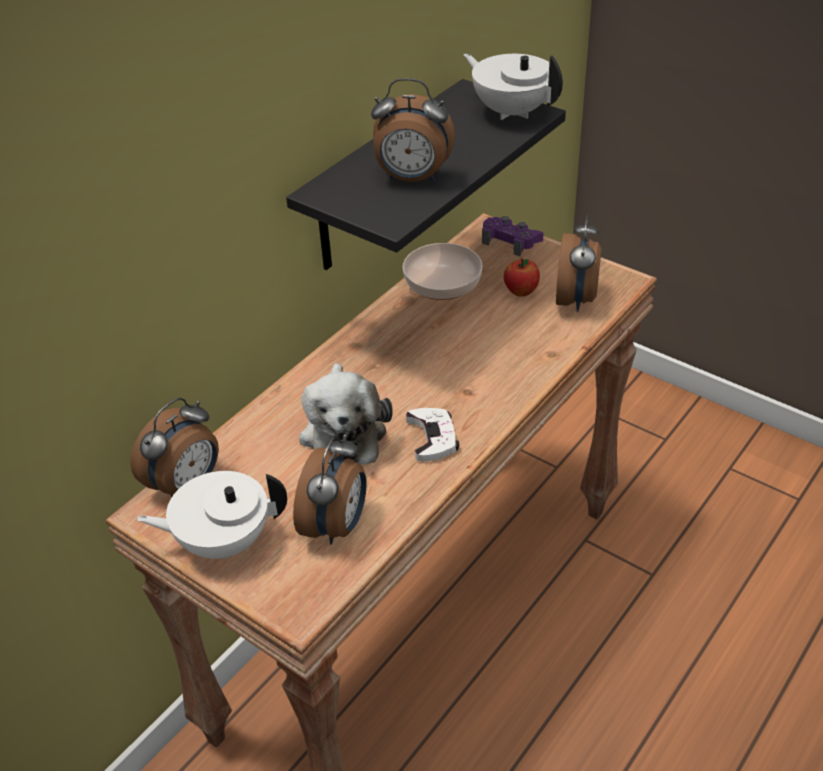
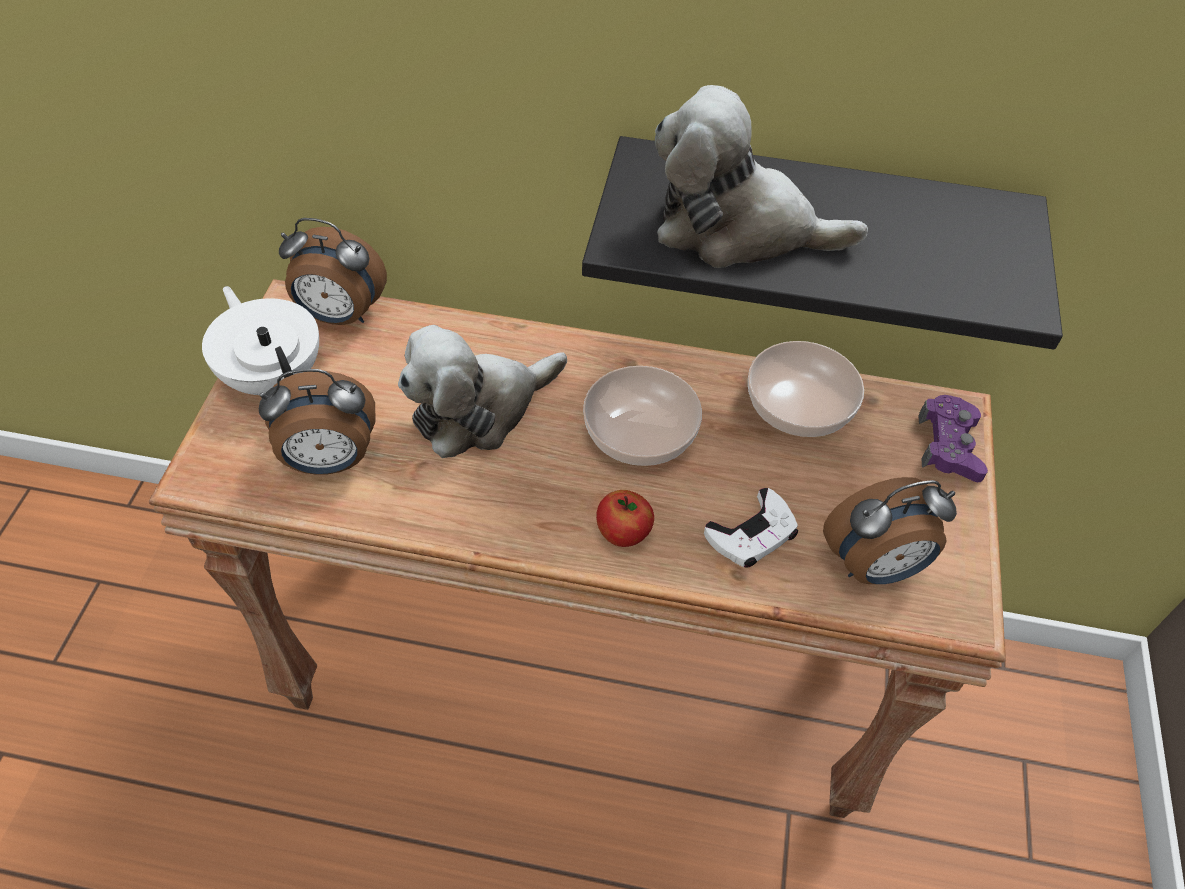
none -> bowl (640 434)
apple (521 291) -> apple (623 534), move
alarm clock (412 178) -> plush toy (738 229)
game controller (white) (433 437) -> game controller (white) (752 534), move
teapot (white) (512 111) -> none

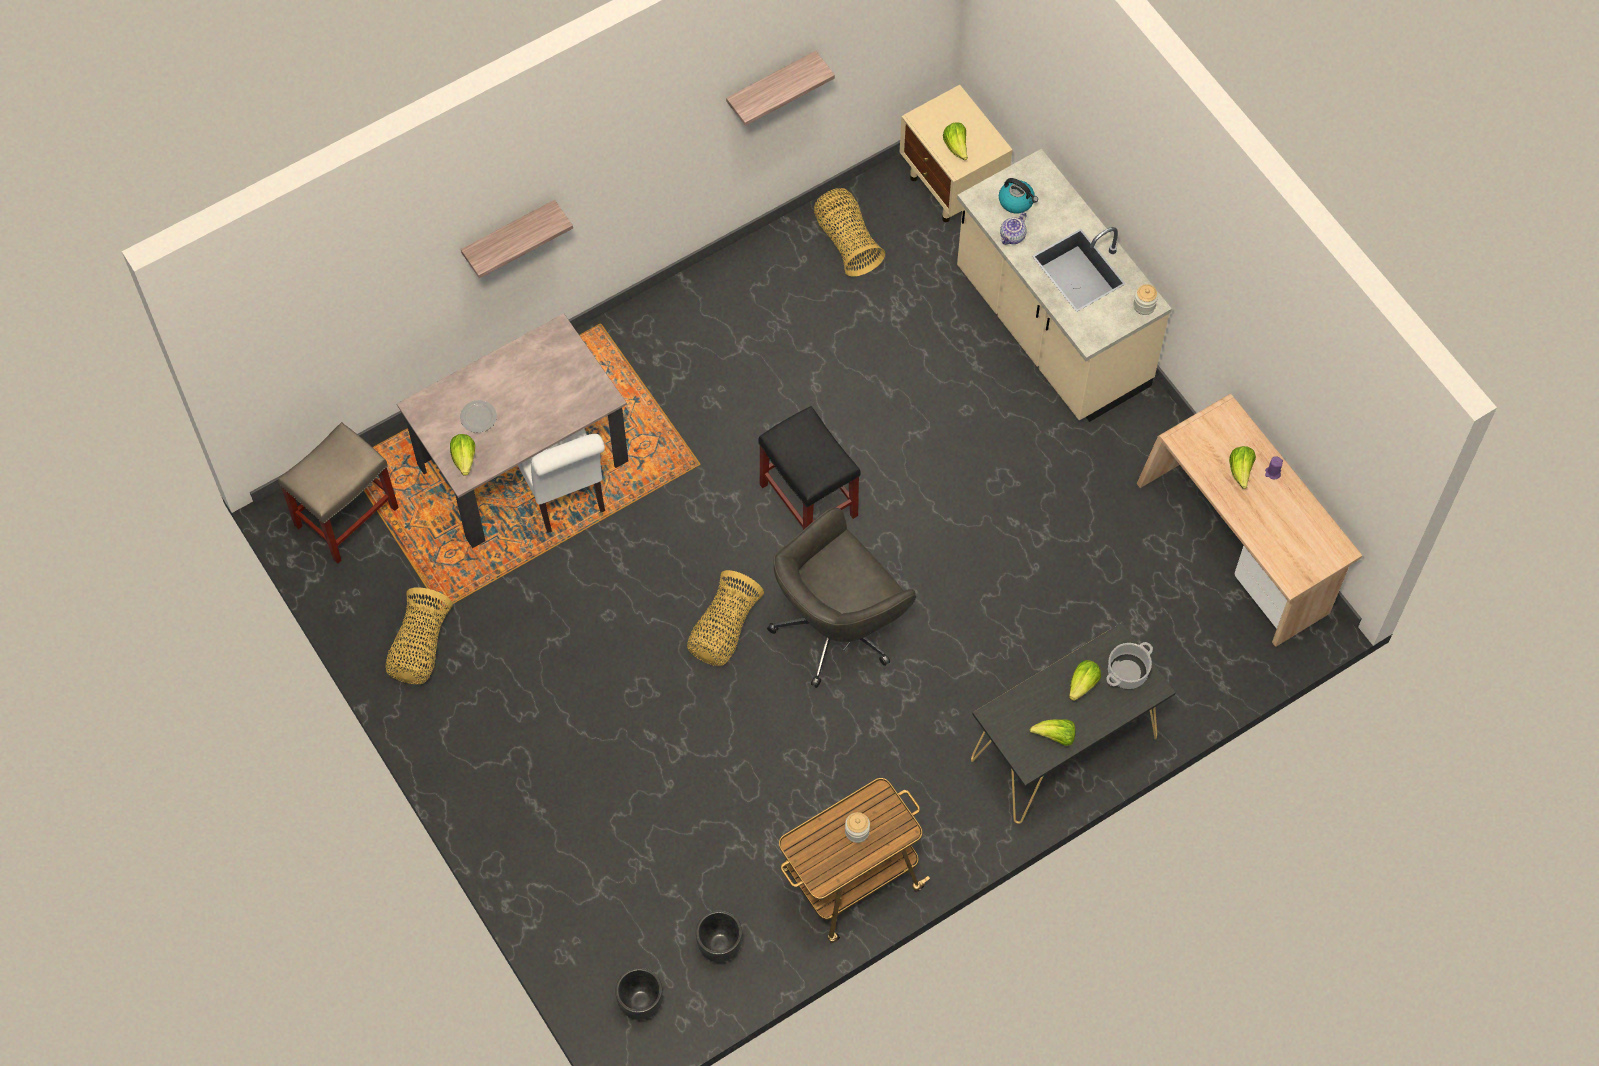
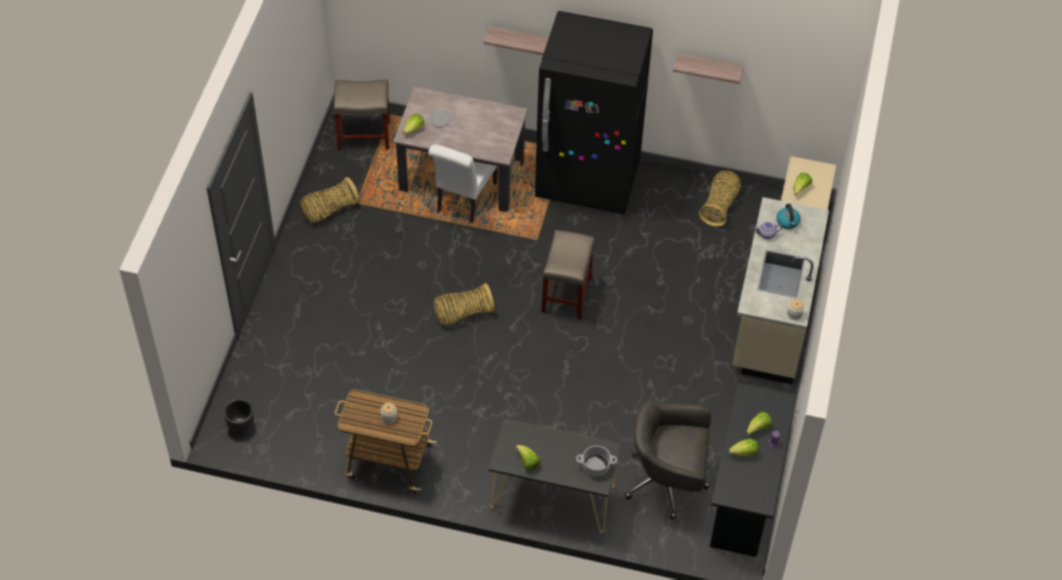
none -> fridge (black) (588 180)
stool (black) (809 501) -> stool (beige) (566 295)
office chair (grey) (837 627) -> office chair (grey) (668 482), move
desk (beige) (1236 547) -> desk (black) (745 488)
lettuce (1083 684) -> lettuce (744 453), move
planter (black) (719 946) -> none

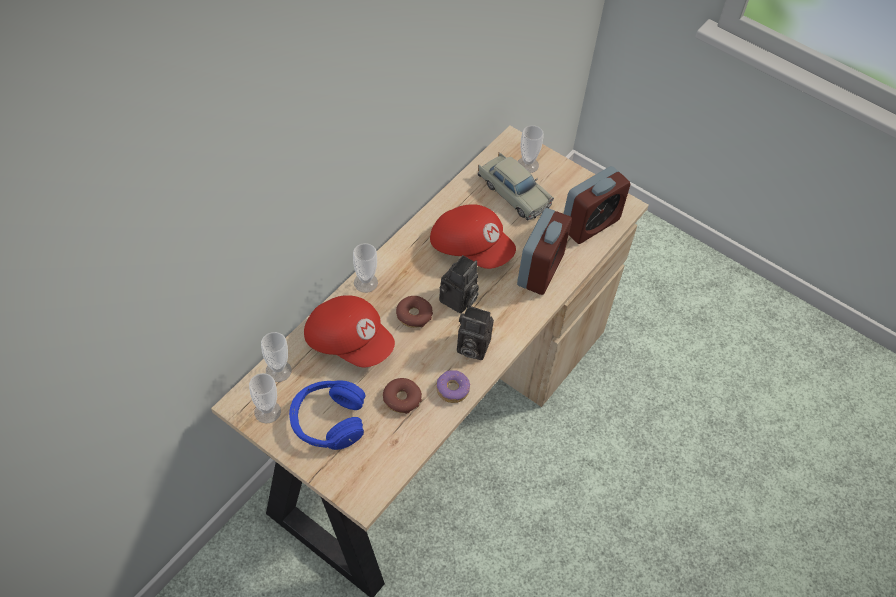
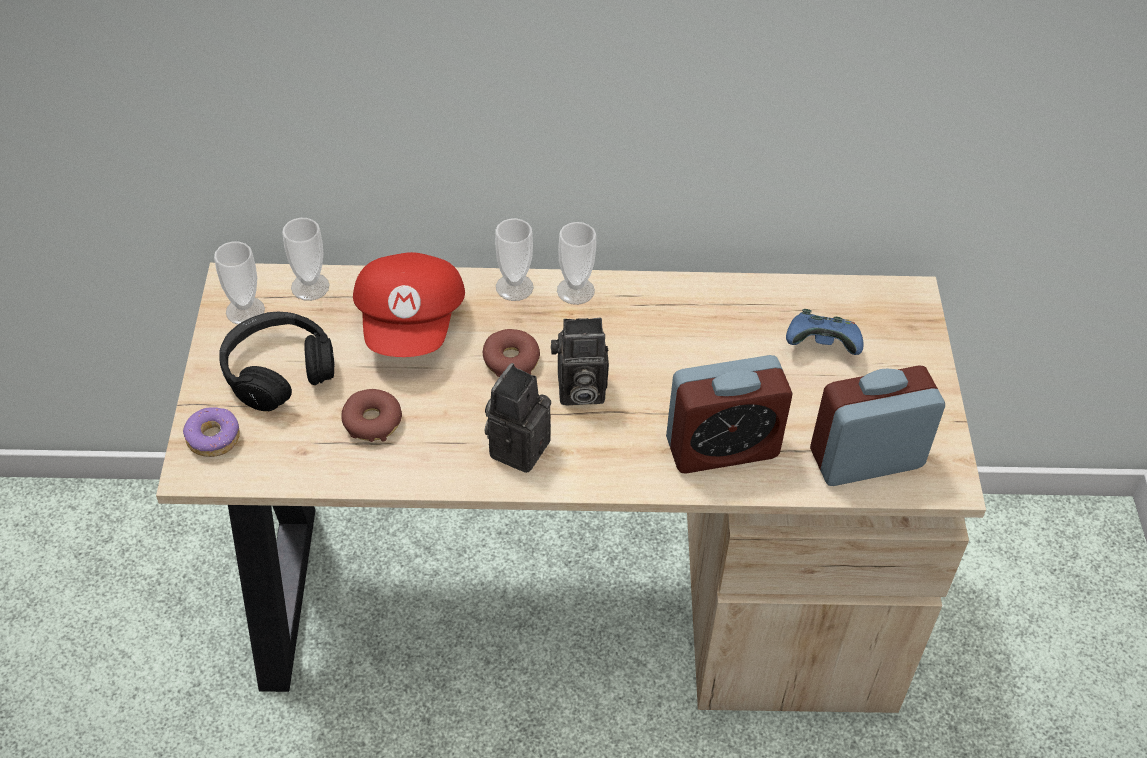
donut (452 389) -> donut (214 438), move
headphones (blue) (328 421) -> headphones (black) (278 371)
photo camera (471 347) -> photo camera (517 445), 45 degrees clockwise
cup (527 165) -> cup (575 291), move
toy car (beige) (513 193) -> game controller (blue) (822 346)
alarm clock (590 224) -> alarm clock (866 459), 150 degrees clockwise
cap (red) (471 247) -> none

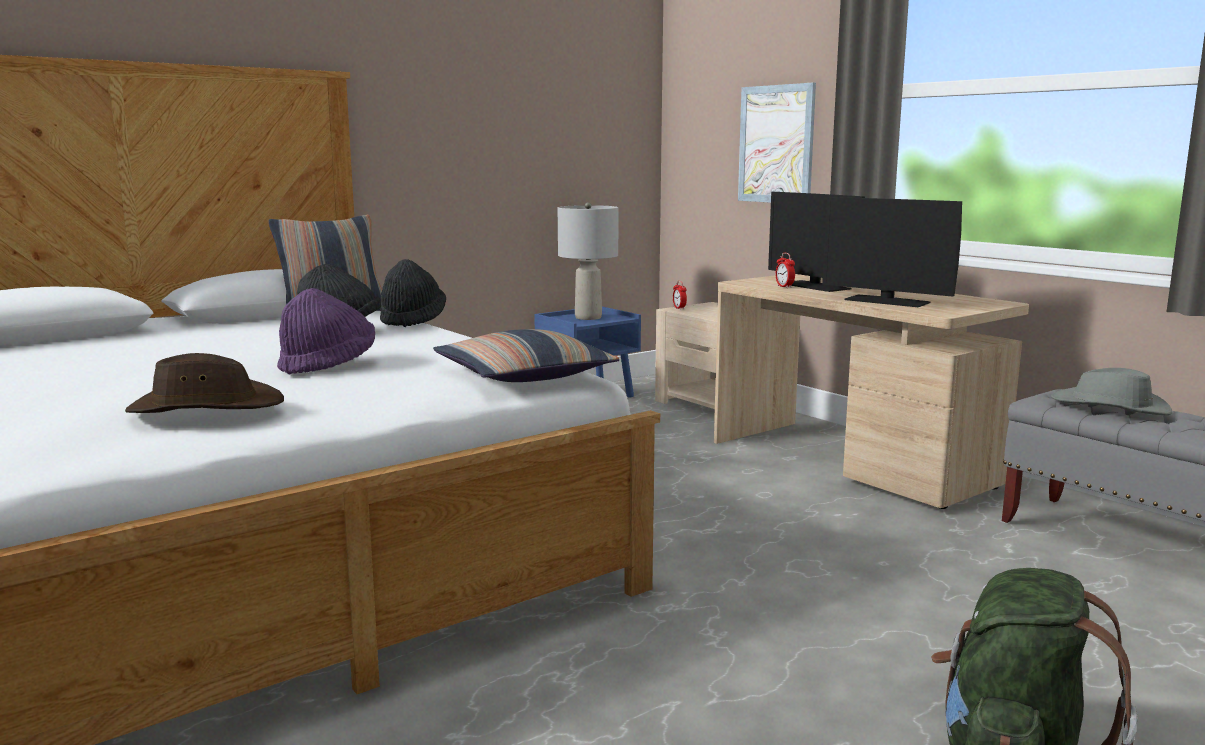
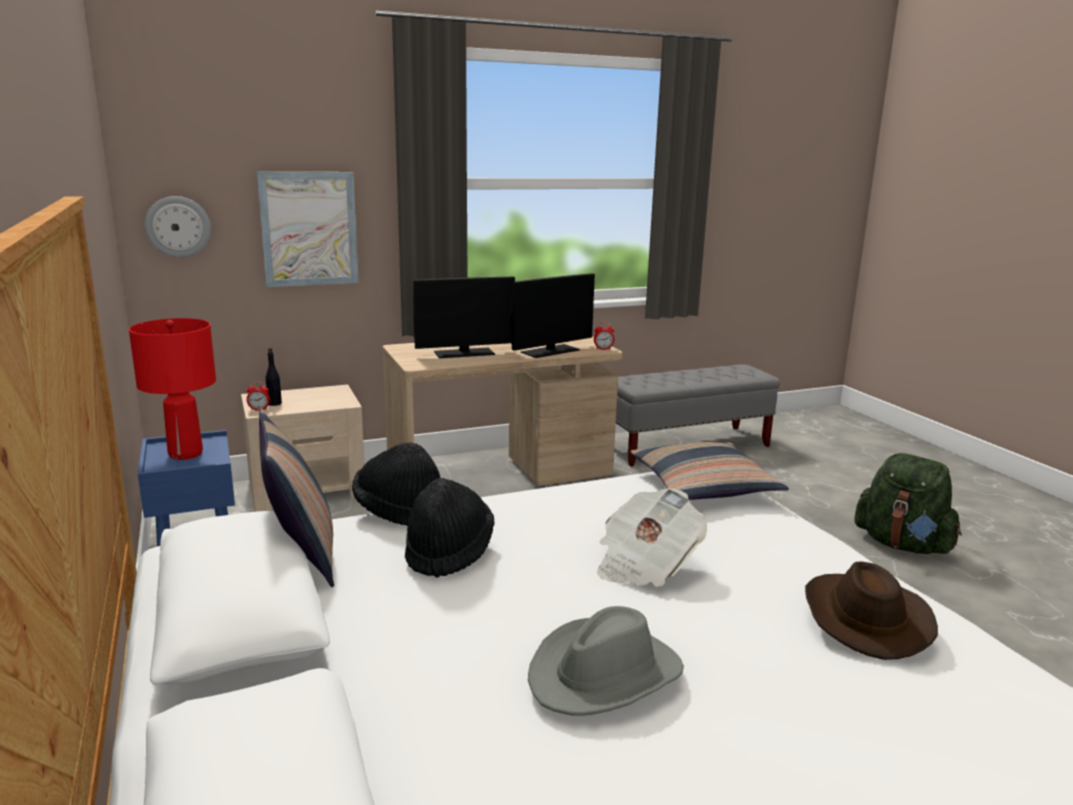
table lamp (grey) (588 317) -> table lamp (red) (185 453)
none -> wall clock (178 227)
none -> bottle (black) (274 404)
hat (grey) (1110 407) -> hat (grey) (605 674), move
alarm clock (784 287) -> alarm clock (603 349), move
hat (purple) (328 365) -> newspaper (645 564)

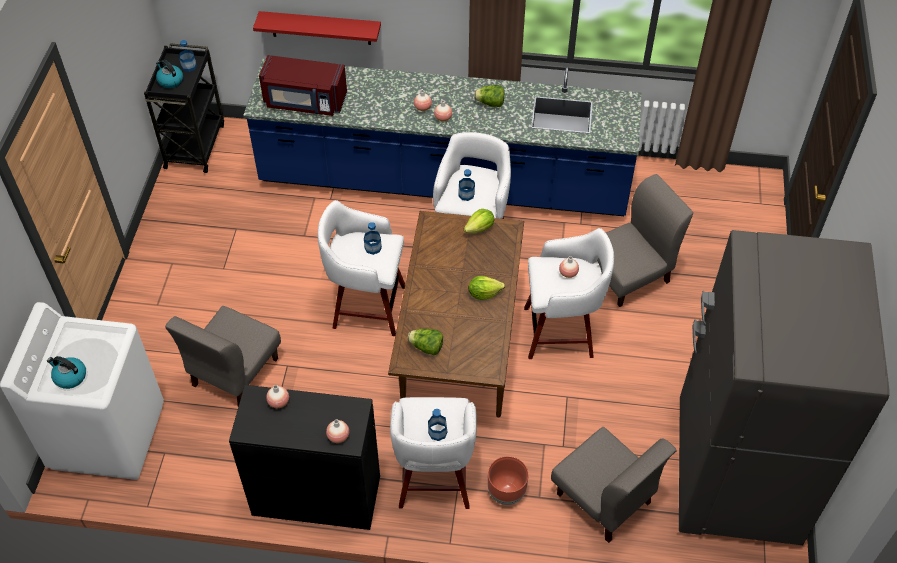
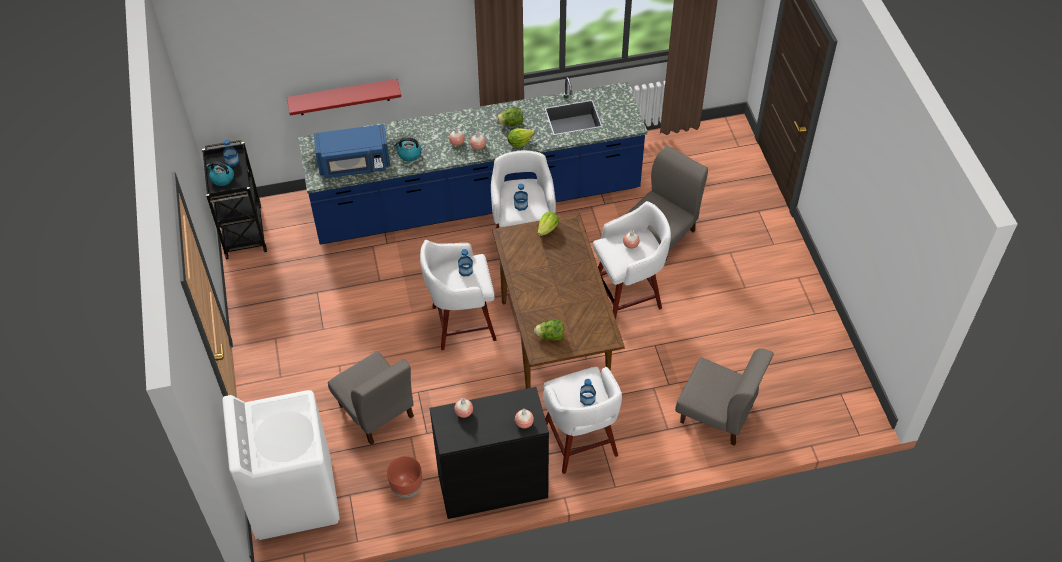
microwave (red) (305 102) -> microwave (blue) (354 164)
chair (grey) (234 372) -> chair (grey) (376 411), 45 degrees counterclockwise
planter (brown) (506 493) -> planter (brown) (407 488), move
kettle (69 377) -> kettle (409 154), move
lettuce (484 293) -> lettuce (519 142), move
fridge (grey) (735 472) -> none

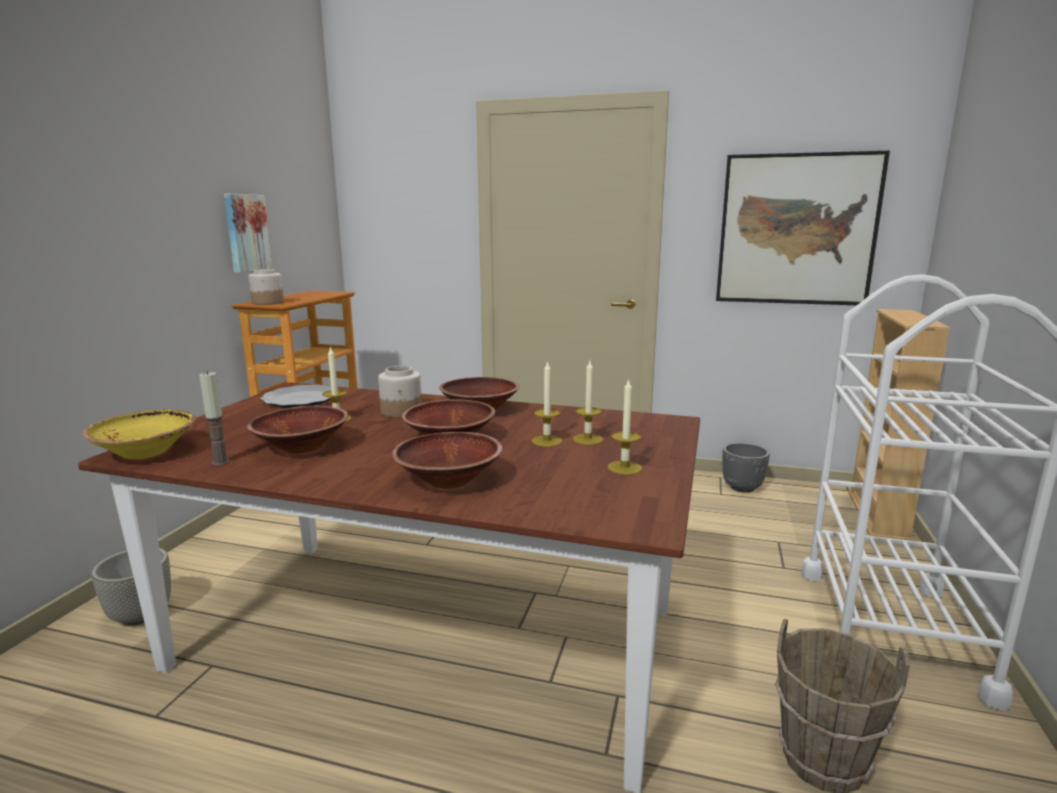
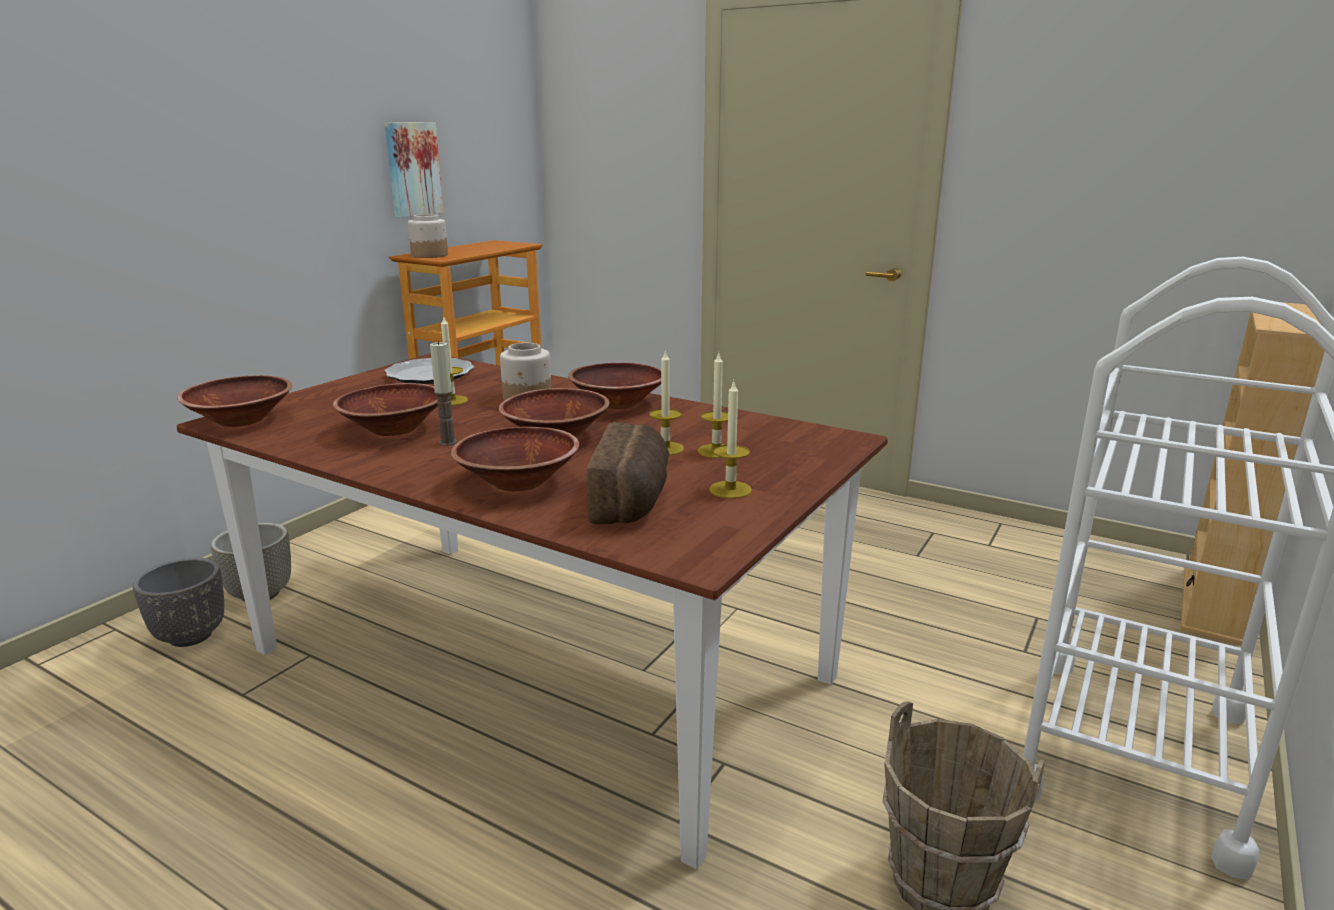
planter (grey) (742 488) -> planter (grey) (190 637), move
bowl (yellow) (145 452) -> bowl (brown) (241 420)
candle (220 462) -> candle (448 442), move
none -> bread (633 500)
picture (796 230) -> none

